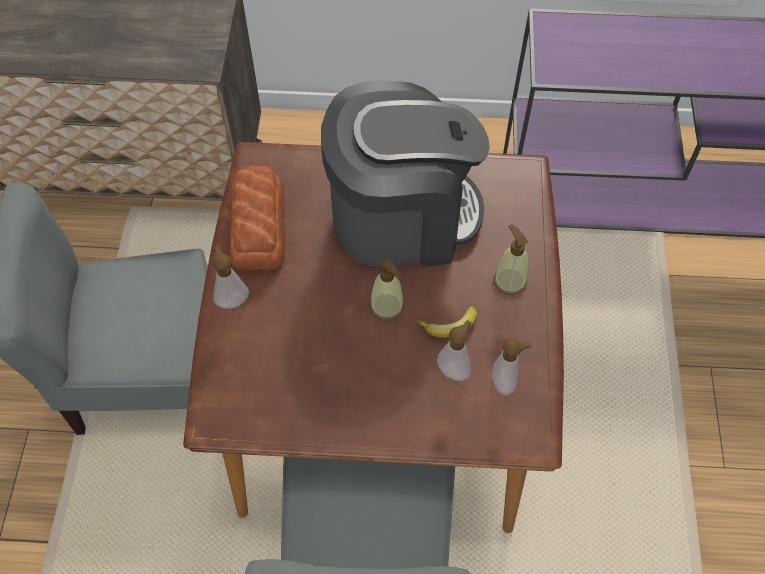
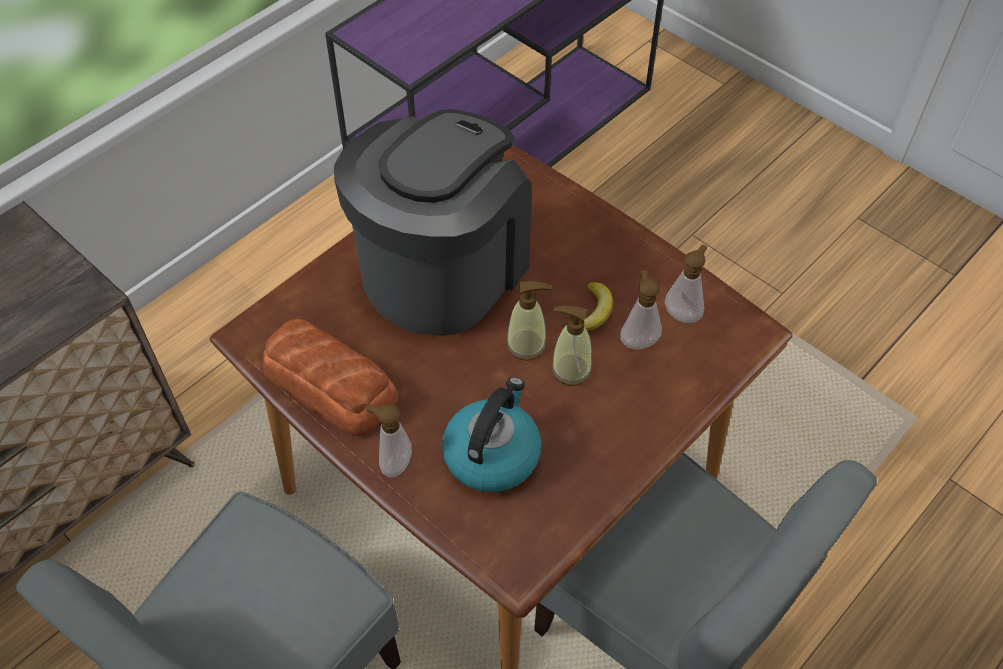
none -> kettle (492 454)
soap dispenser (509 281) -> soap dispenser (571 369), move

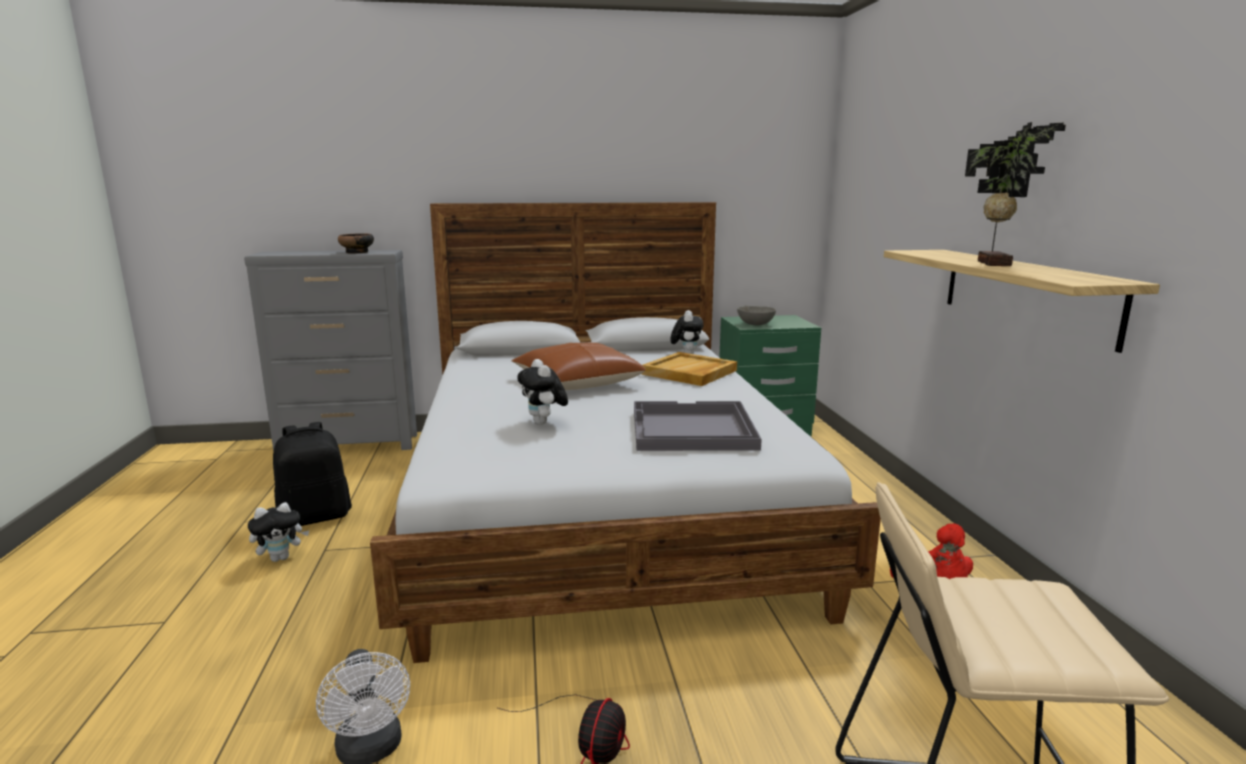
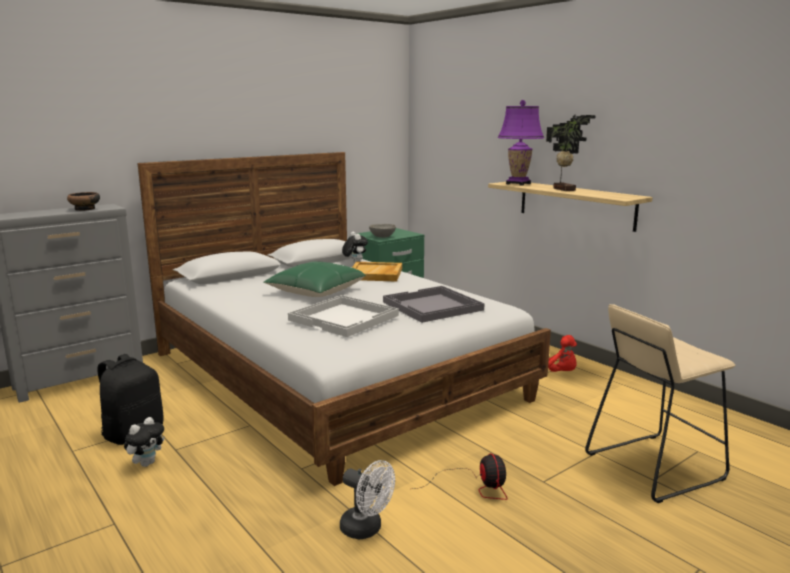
pillow (brown) (577 382) -> pillow (green) (316 291)
plush toy (544 423) -> tray (white) (345 318)
none -> table lamp (purple) (518 184)

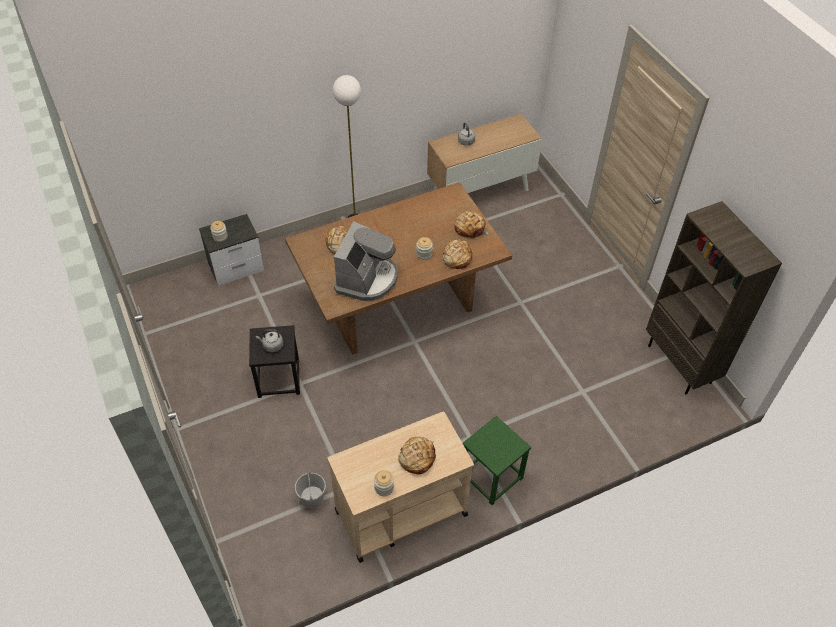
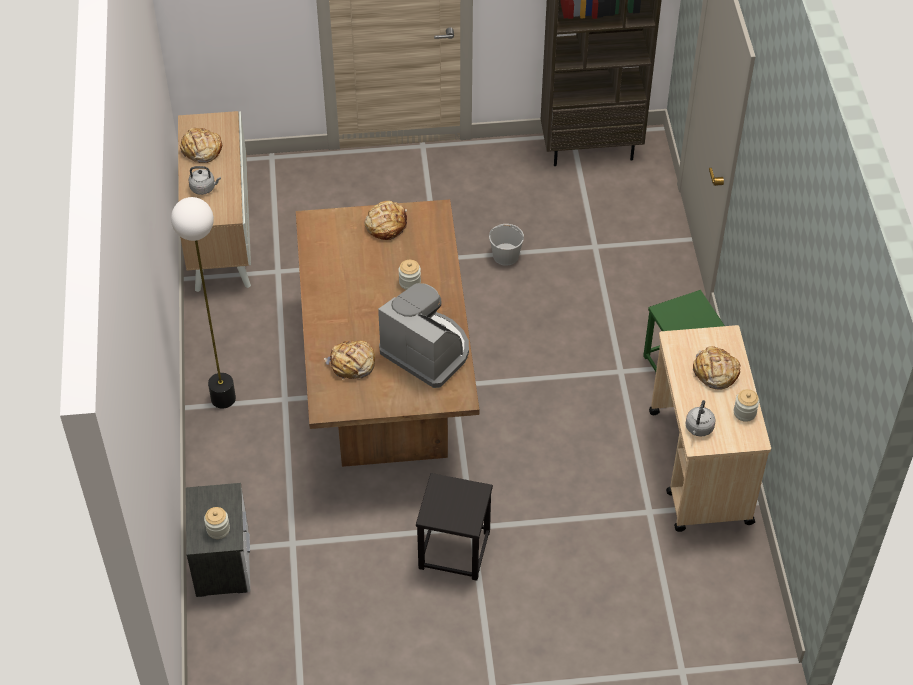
bread (456 258) -> bread (201 150), move
bucket (white) (312 498) -> bucket (white) (506 255), move
kettle (grey) (272 346) -> kettle (grey) (698 429), move

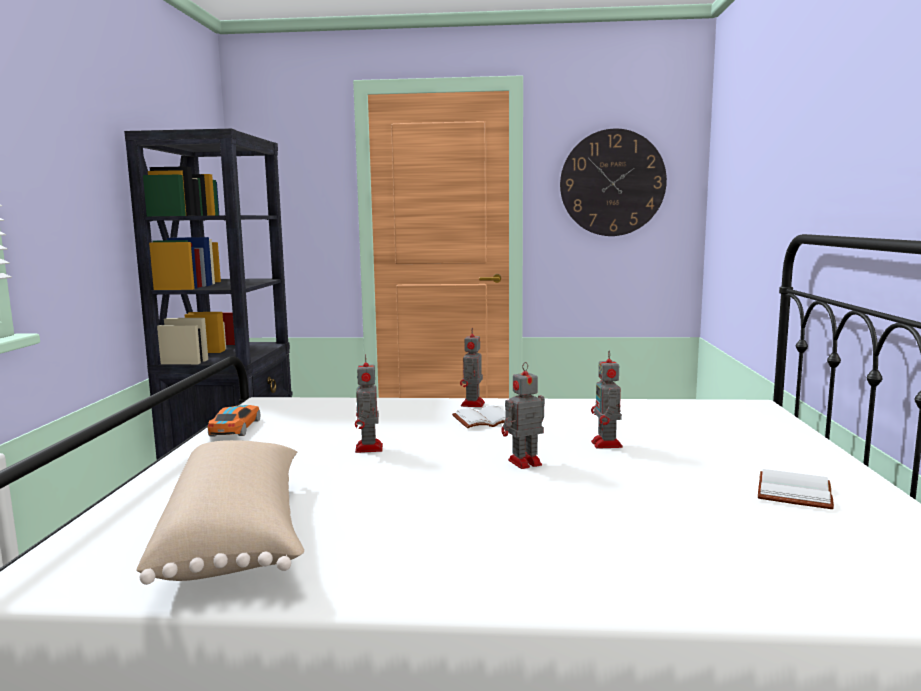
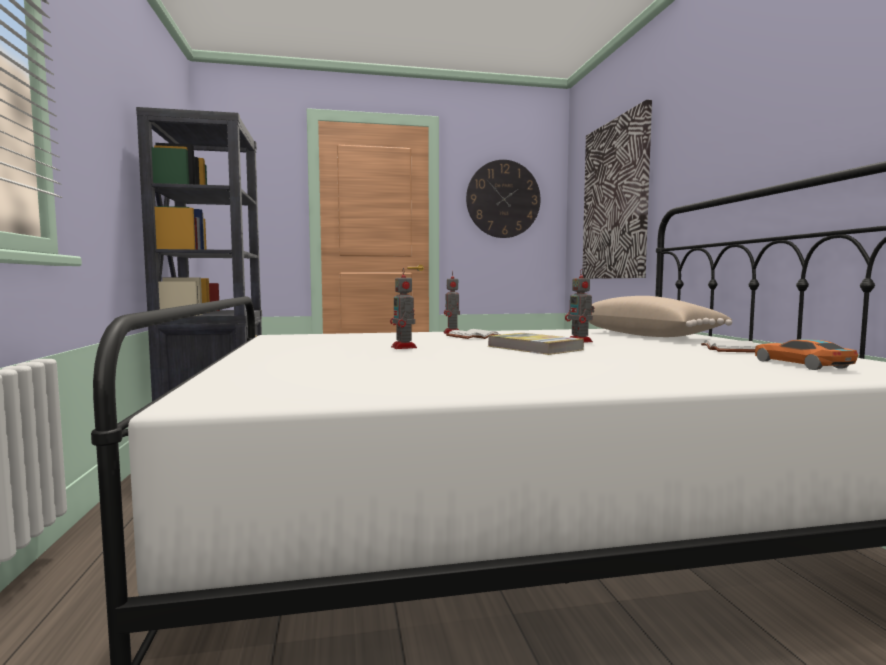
toy robot (523 463) -> book (534 348)
none -> picture (615 200)
pillow (beige) (238 536) -> pillow (beige) (648 335), move
toy car (235 428) -> toy car (801 364), move

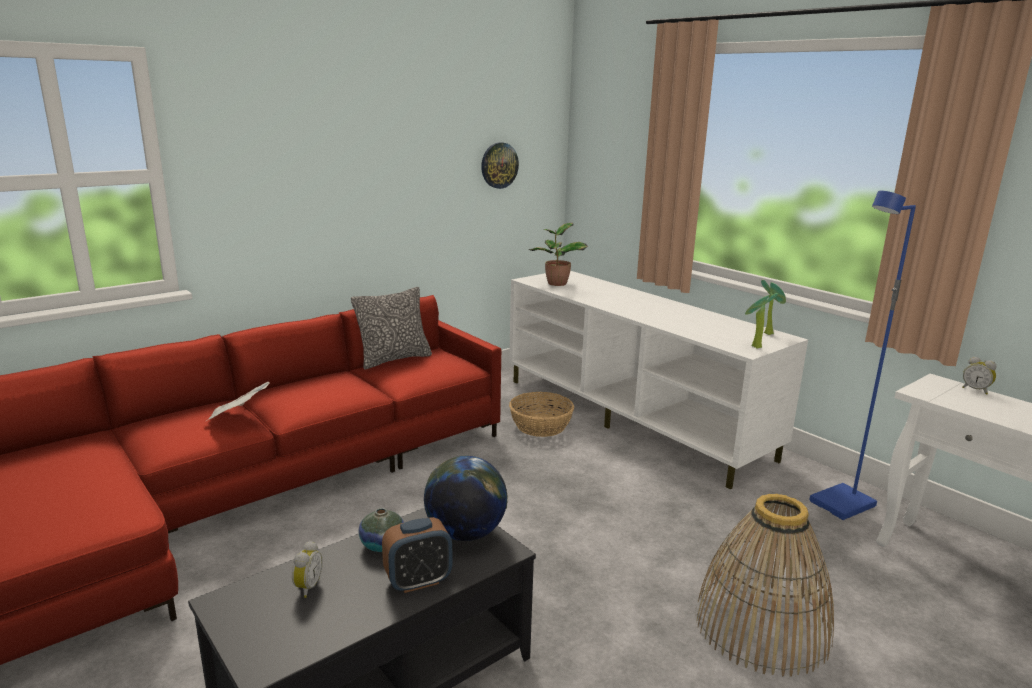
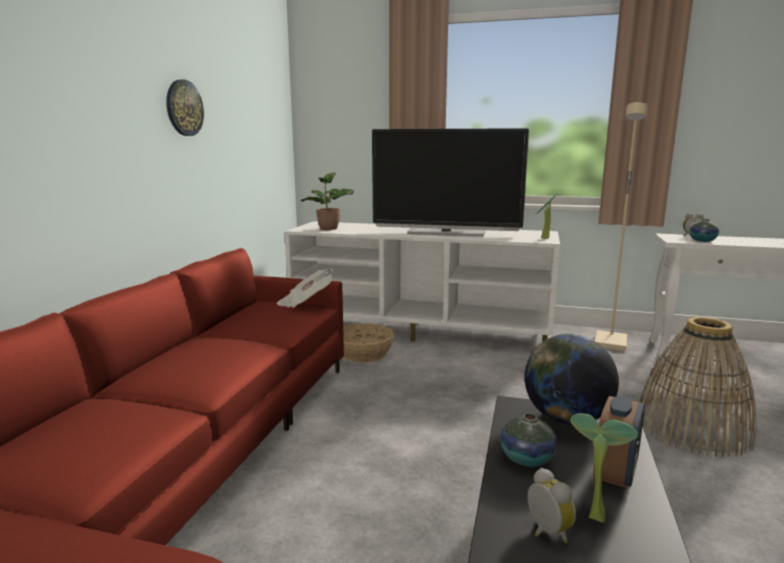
wall clock (499 165) -> wall clock (184 108), move
newspaper (239 417) -> newspaper (306 303), move
none -> television (446 233)
potted plant (768 333) -> potted plant (593 513), move
floor lamp (blue) (843 505) -> floor lamp (beige) (611 343)
none -> vase (702 241)
pillow (394 359) -> none

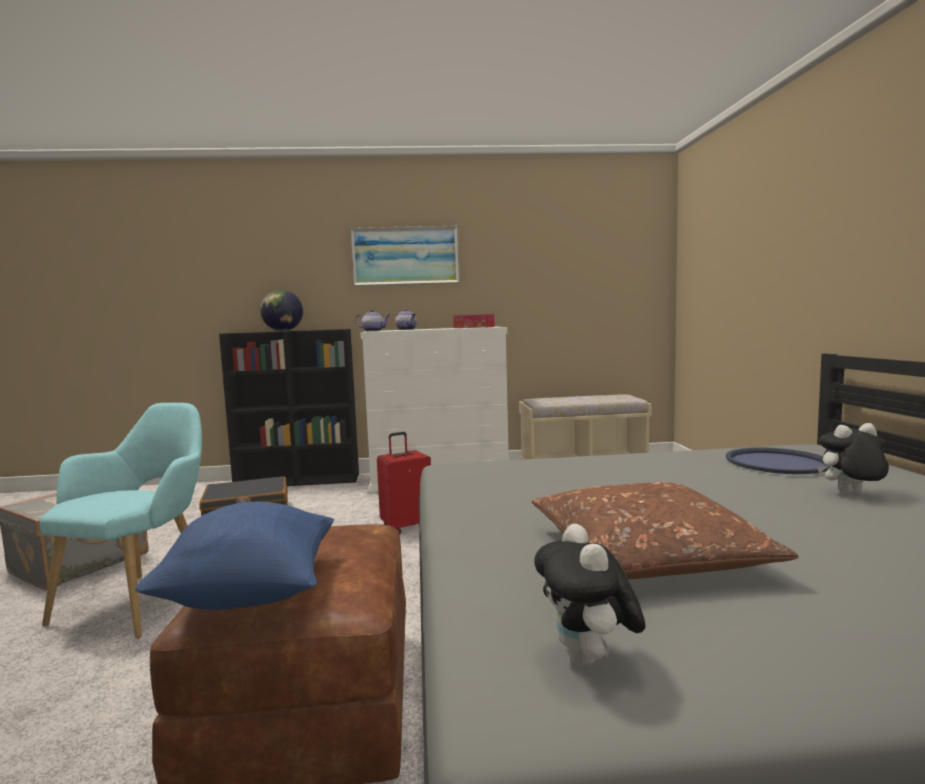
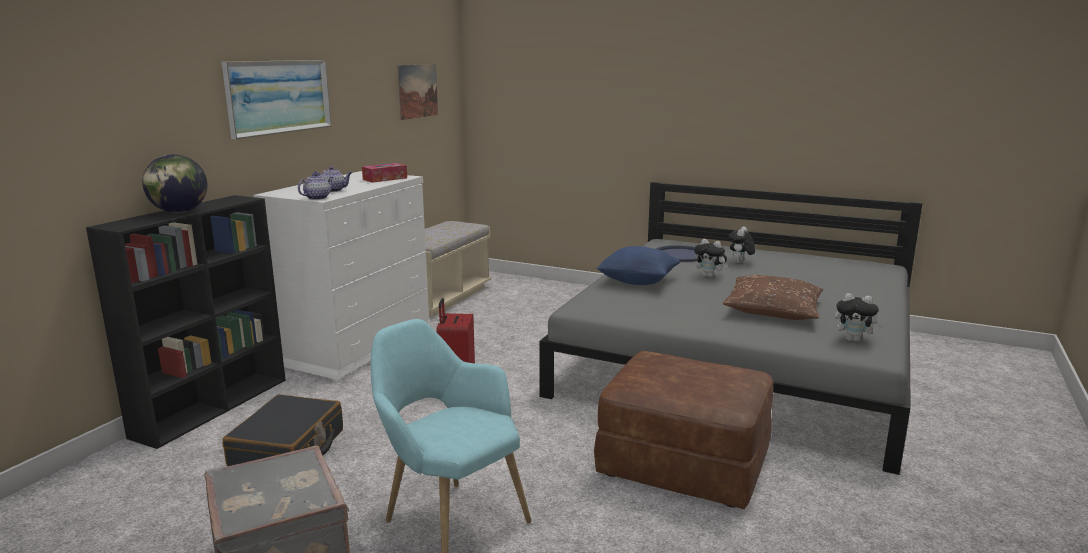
none -> picture (417 91)
pillow (blue) (253 593) -> pillow (blue) (638 282), move
none -> plush toy (709 276)

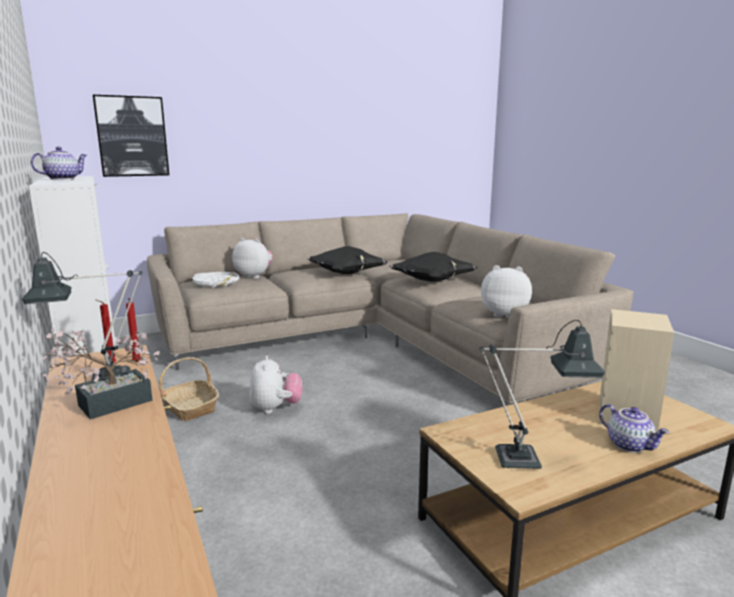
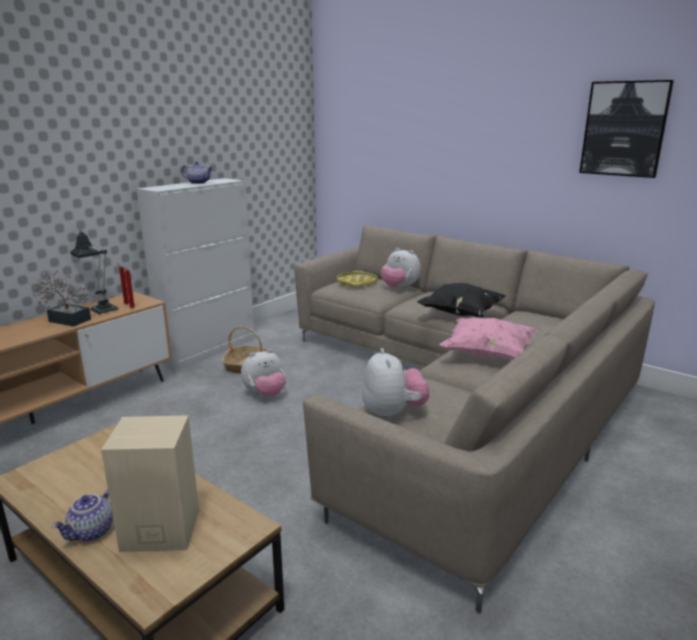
tray (white) (216 283) -> tray (yellow) (357 283)
plush toy (254 276) -> plush toy (399 288), 135 degrees clockwise
pillow (black) (432 281) -> pillow (pink) (487 355)
picture (132 136) -> picture (624 129), move
table lamp (529 459) -> none

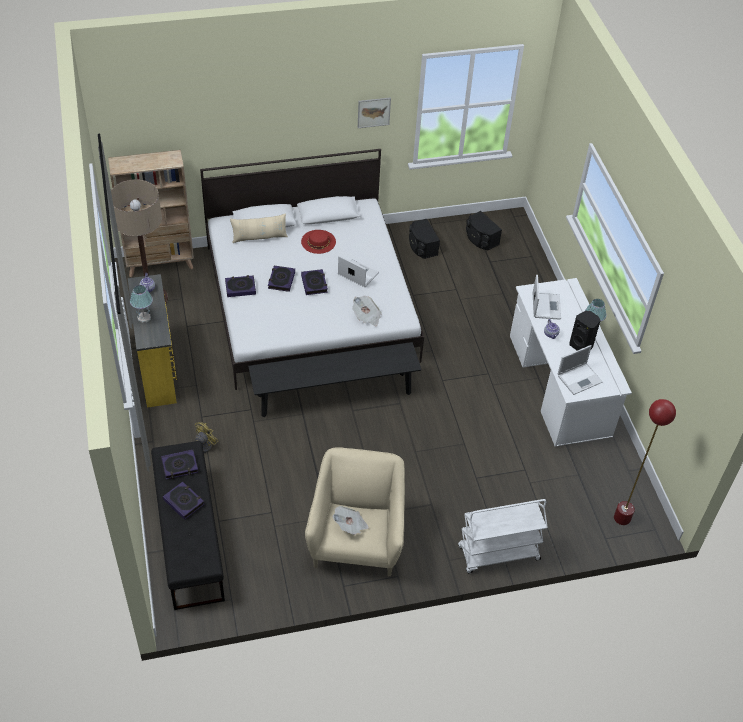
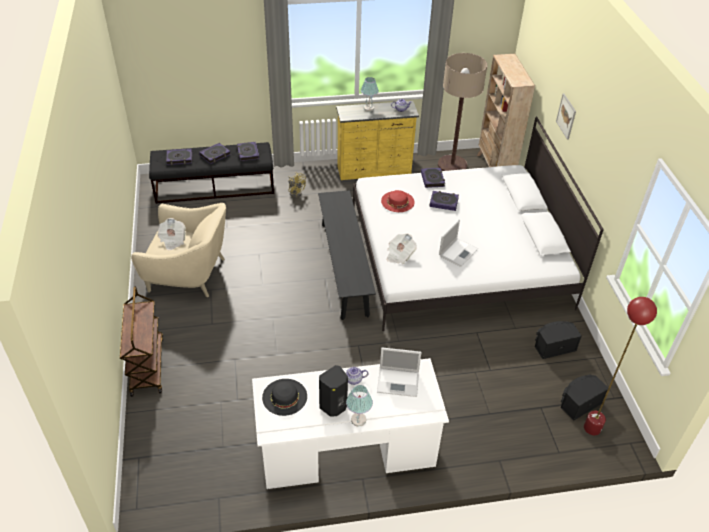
cart (white) (498 554) -> cart (brown) (147 366)
book (314 284) -> book (179 158), move
laptop (580 378) -> hat (black) (284 397)
hat (red) (318 241) -> hat (red) (397 201), move
picture (373 112) -> picture (566 116), move
floor lamp (red) (622 518) -> floor lamp (red) (592 428), move
pillow (beige) (259 237) -> none

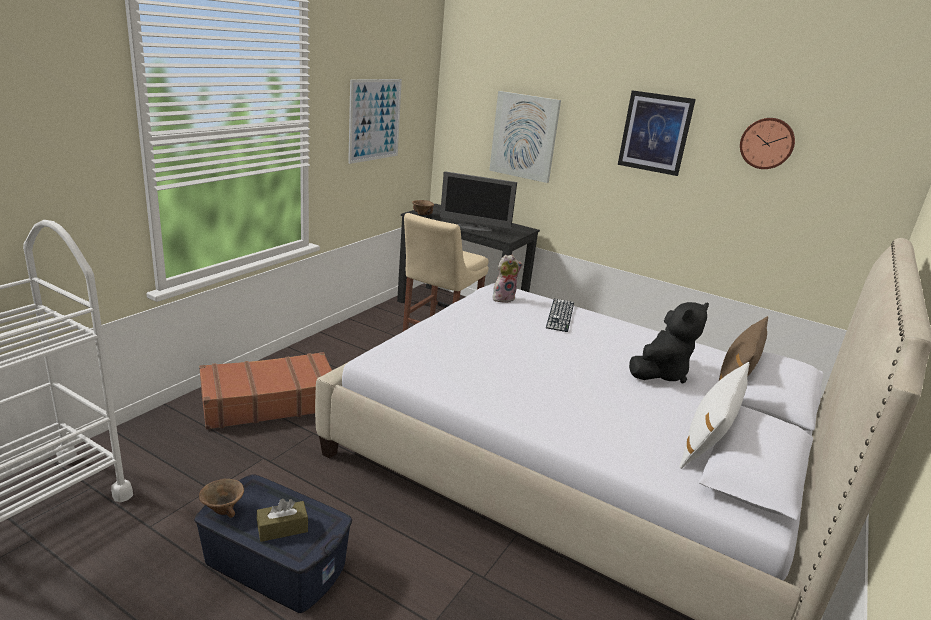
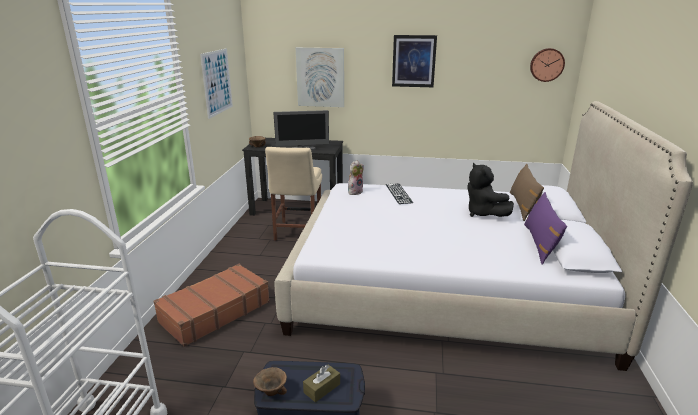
plush toy (black) (660 373) -> plush toy (black) (483 213), 135 degrees clockwise
pillow (white) (708 439) -> pillow (purple) (540 243)
wall clock (767 143) -> wall clock (546 65), move

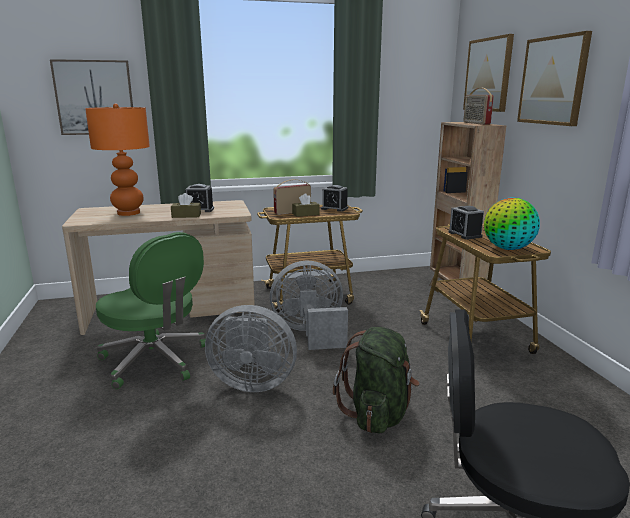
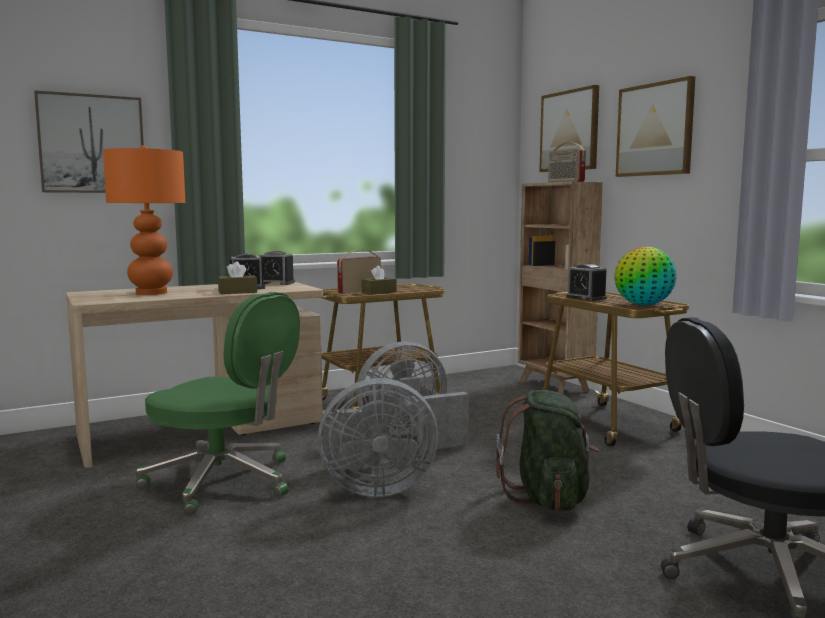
alarm clock (334 208) -> alarm clock (276 283), move

